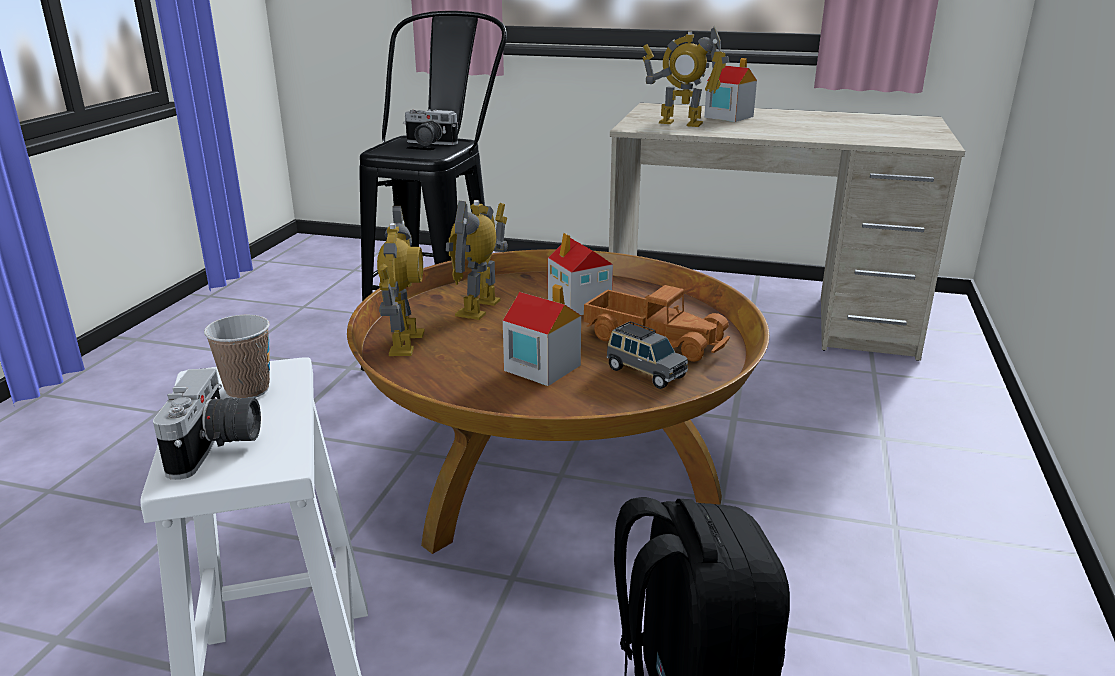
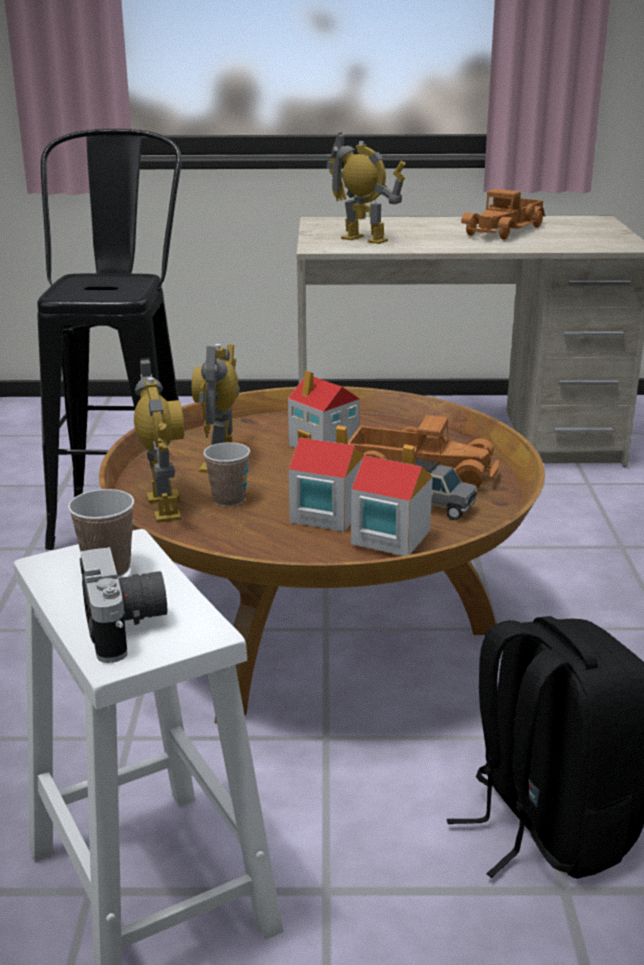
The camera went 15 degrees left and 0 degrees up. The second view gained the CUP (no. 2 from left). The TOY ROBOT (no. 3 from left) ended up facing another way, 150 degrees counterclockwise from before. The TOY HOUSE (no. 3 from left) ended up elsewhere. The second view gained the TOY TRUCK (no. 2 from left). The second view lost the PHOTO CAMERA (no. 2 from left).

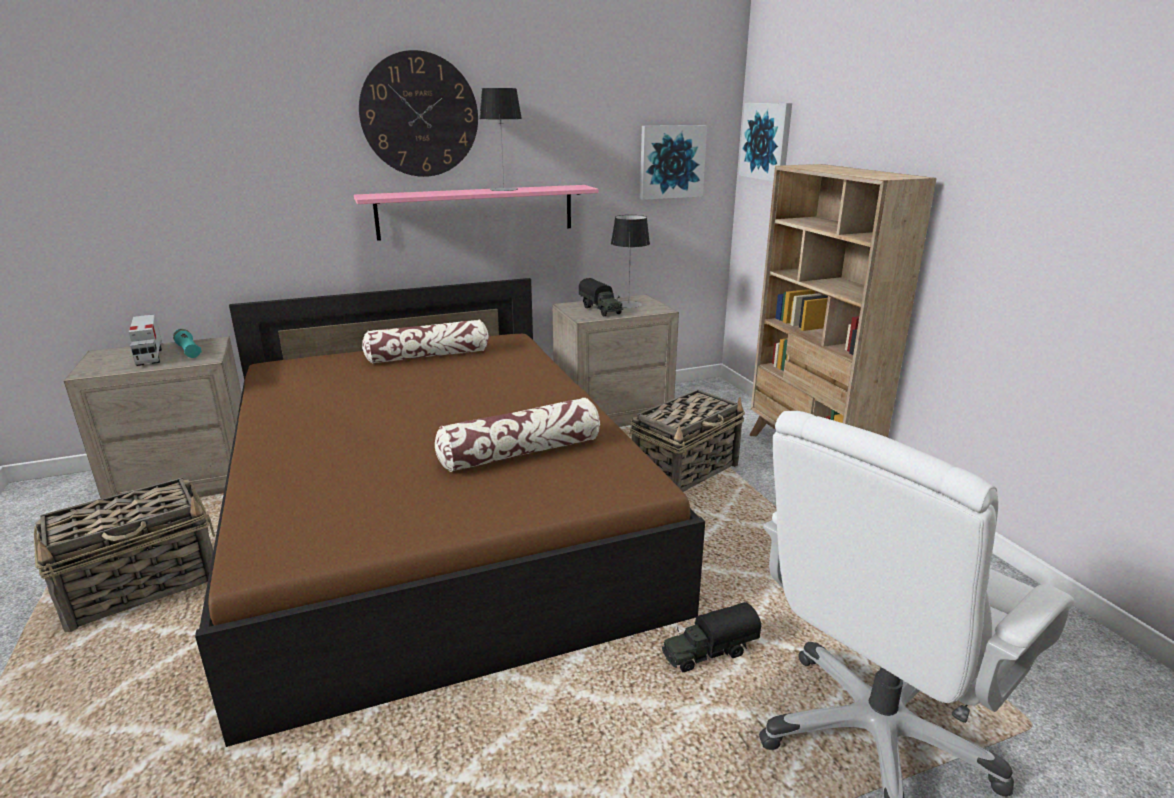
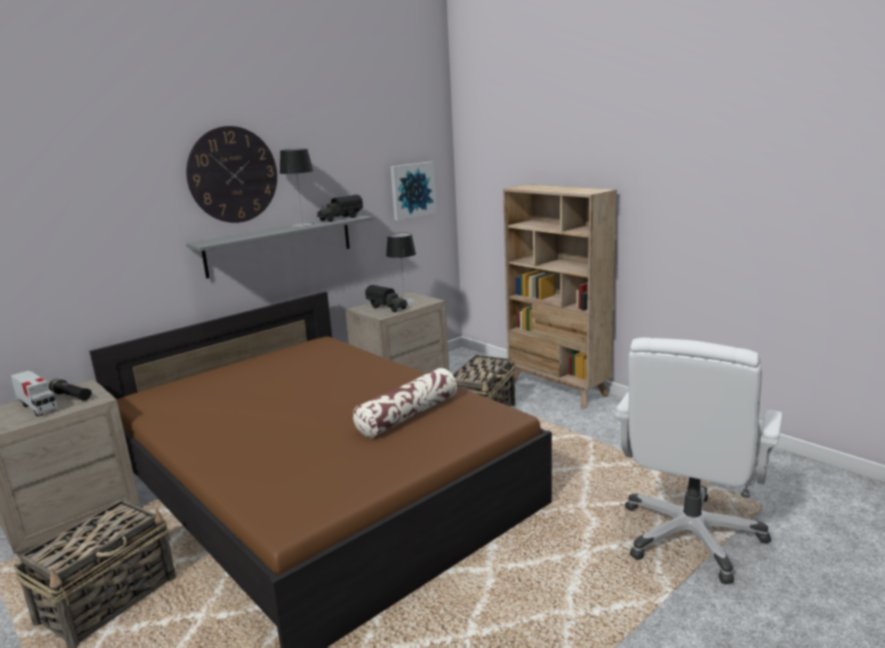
The camera went 20 degrees left and 5 degrees down. What was the TURQUOISE FLASHLIGHT turned into the BLACK FLASHLIGHT. What was the PINK SHELF turned into the GREY SHELF. The TOY TRUCK (no. 3 from left in the first image) ended up elsewhere. The second view lost the PILLOW (no. 1 from left). The second view lost the PICTURE (no. 2 from left).

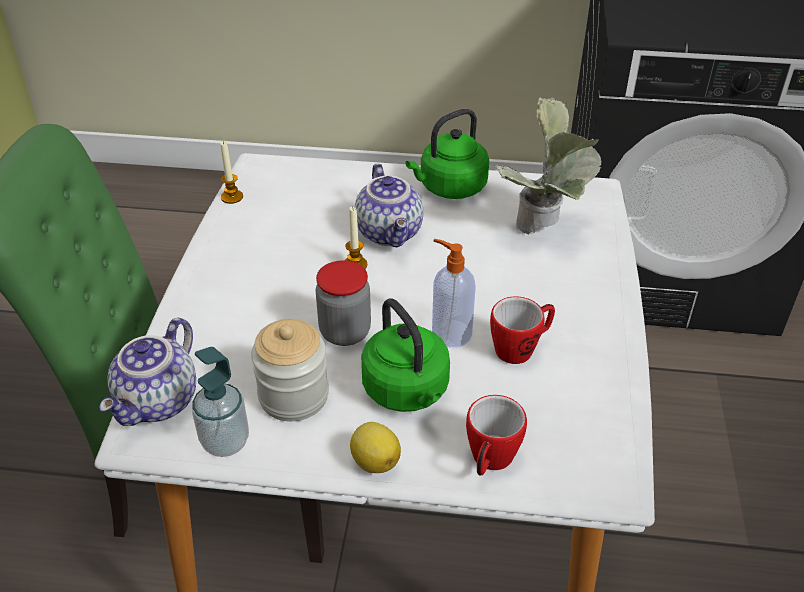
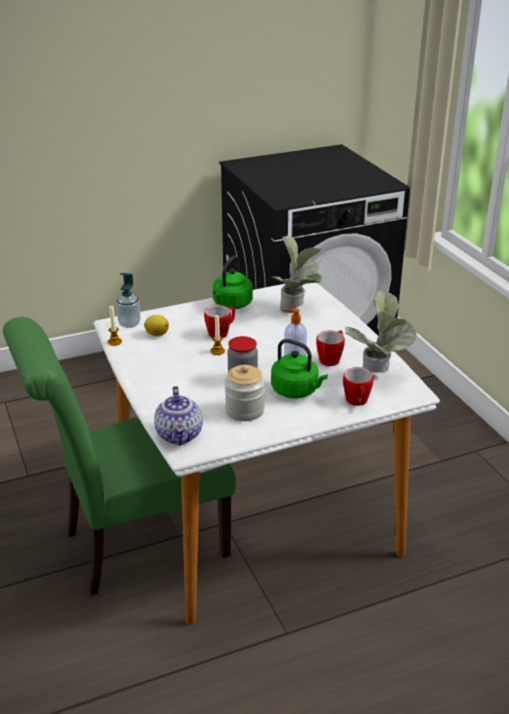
The camera went 30 degrees left and 10 degrees down. The SOAP DISPENSER (no. 1 from left) ended up elsewhere. The LEMON ended up elsewhere. Where the TEAPOT (no. 2 from left) stood, the MUG (no. 1 from left) came to stand. The second view gained the POTTED PLANT (no. 2 from left).

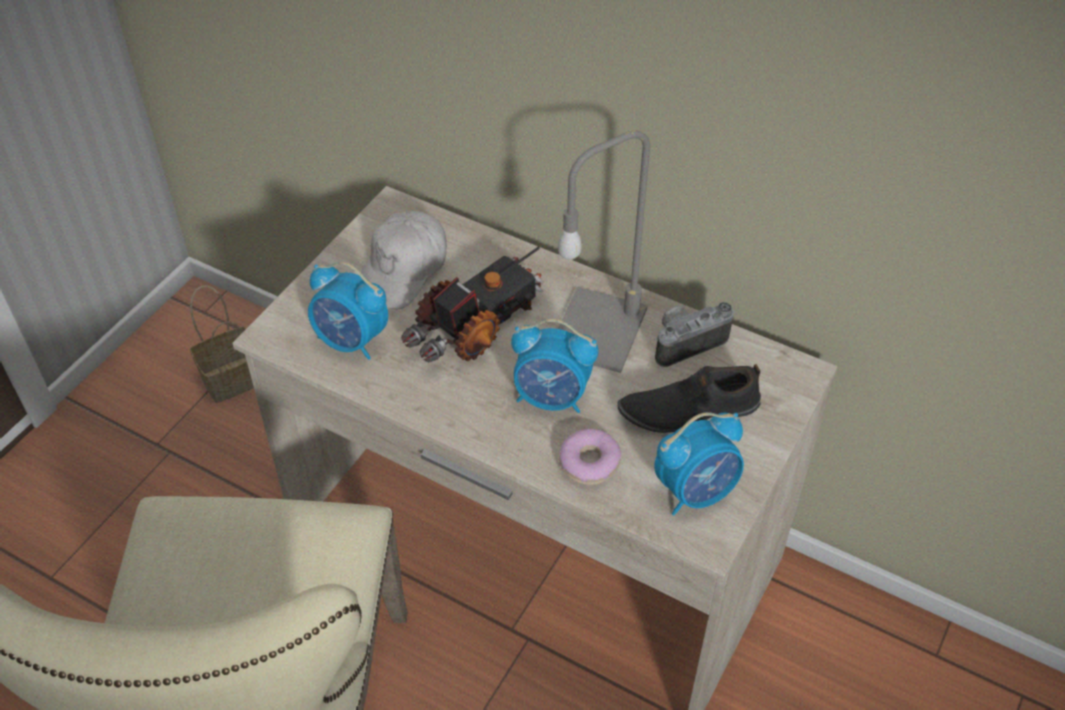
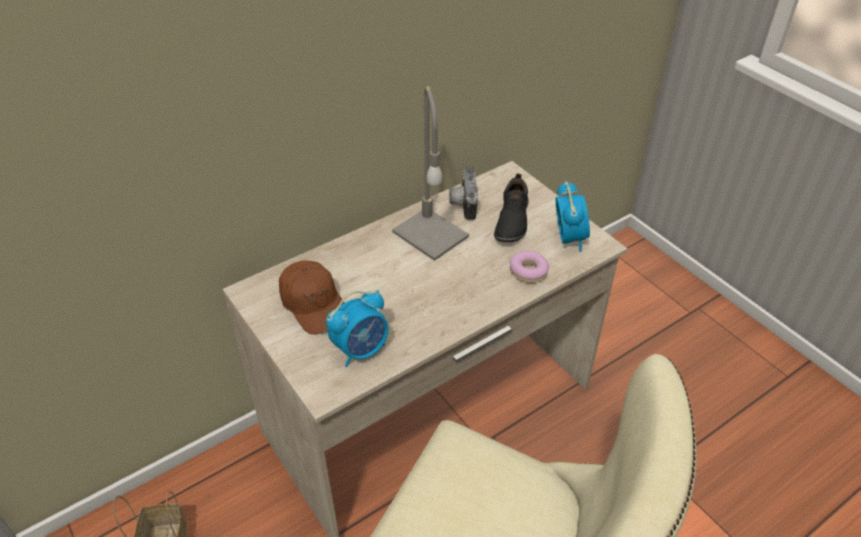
The camera went 65 degrees left and 5 degrees down. What was the WHITE CAP turned into the BROWN CAP. The second view lost the TOY TRUCK. The second view lost the ALARM CLOCK (no. 2 from left).

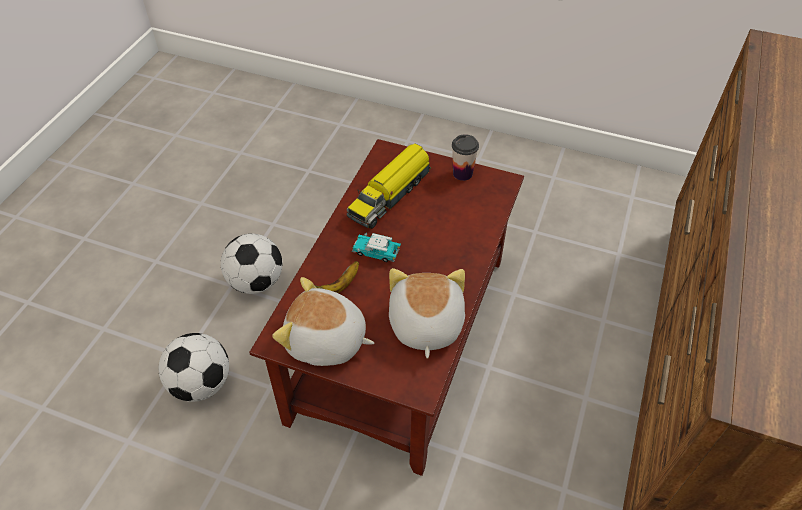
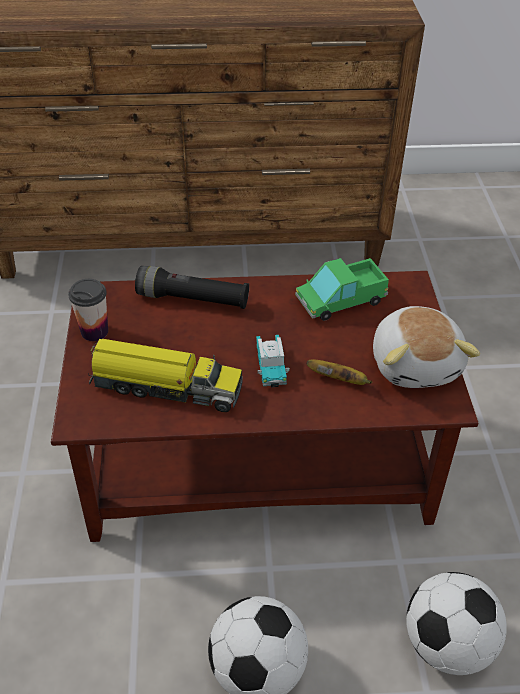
The camera went 115 degrees left and 5 degrees down. The second view gained the BLACK FLASHLIGHT. Where the PLUSH TOY (no. 2 from left) stood, the TOY TRUCK (no. 2 from left) came to stand.

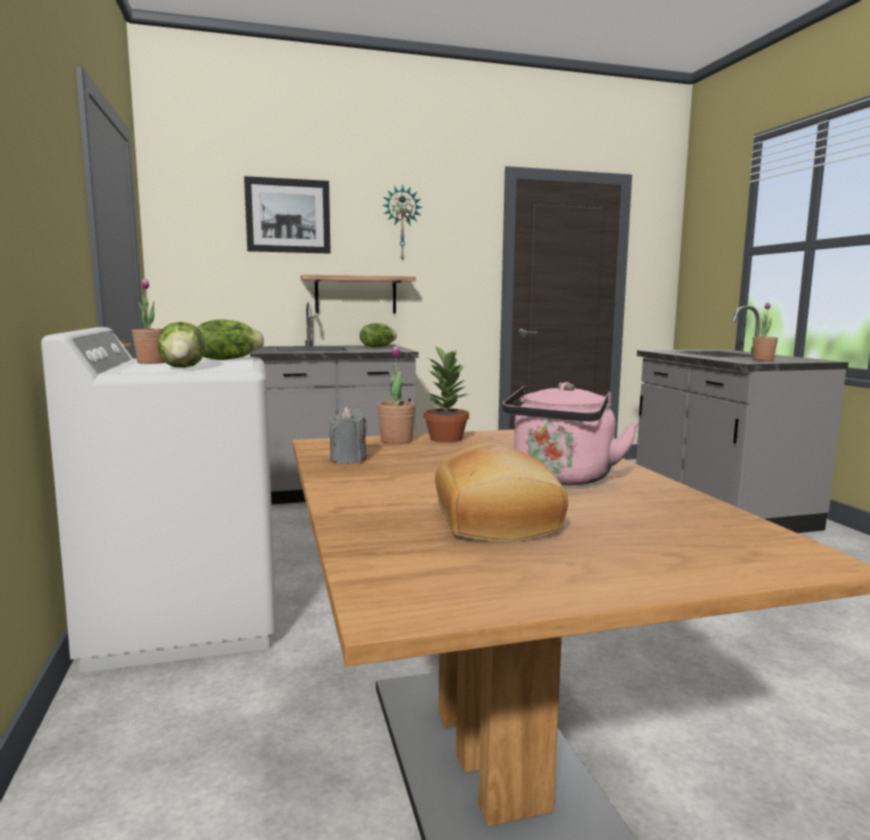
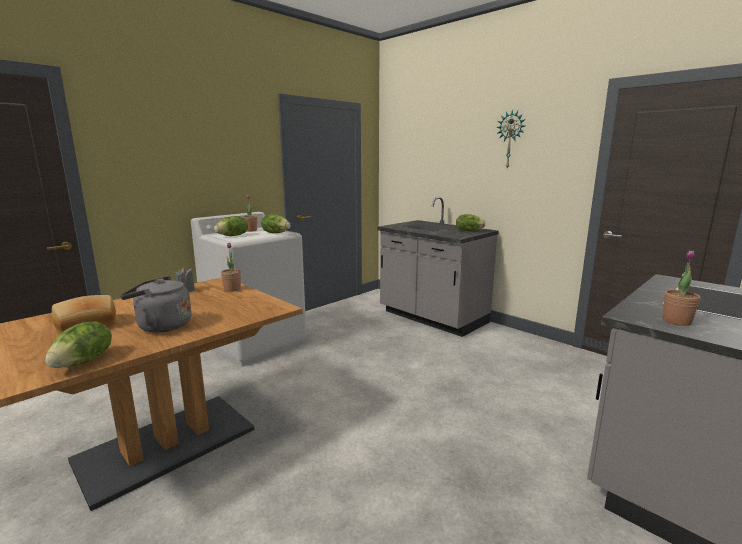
The camera went 60 degrees right and 5 degrees up. The second view gained the LETTUCE (no. 1 from left). What was the PINK KETTLE turned into the GREY KETTLE. The second view lost the PICTURE. The second view lost the SHELF. The second view lost the POTTED PLANT (no. 3 from left).

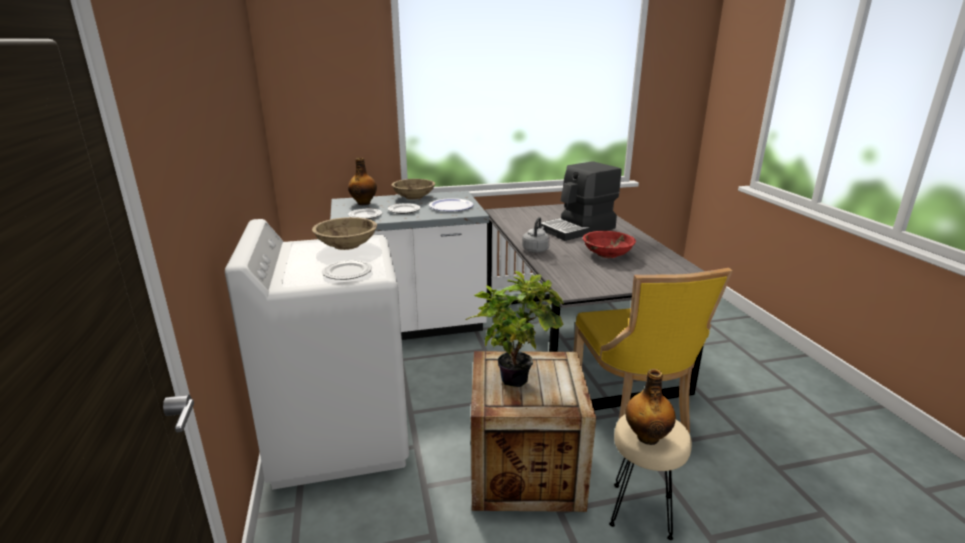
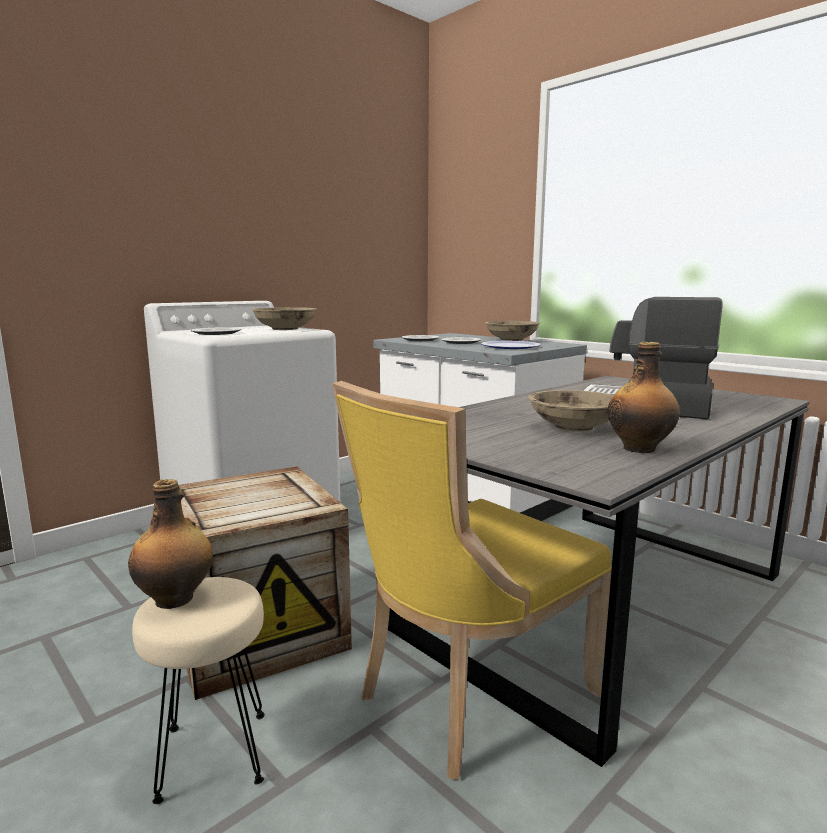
The camera went 60 degrees right and 10 degrees down. What was the RED BOWL turned into the BEIGE BOWL (no. 3 from left). The BOTTLE (no. 1 from left in the first image) ended up elsewhere. The second view lost the POTTED PLANT. The second view lost the GREY KETTLE.

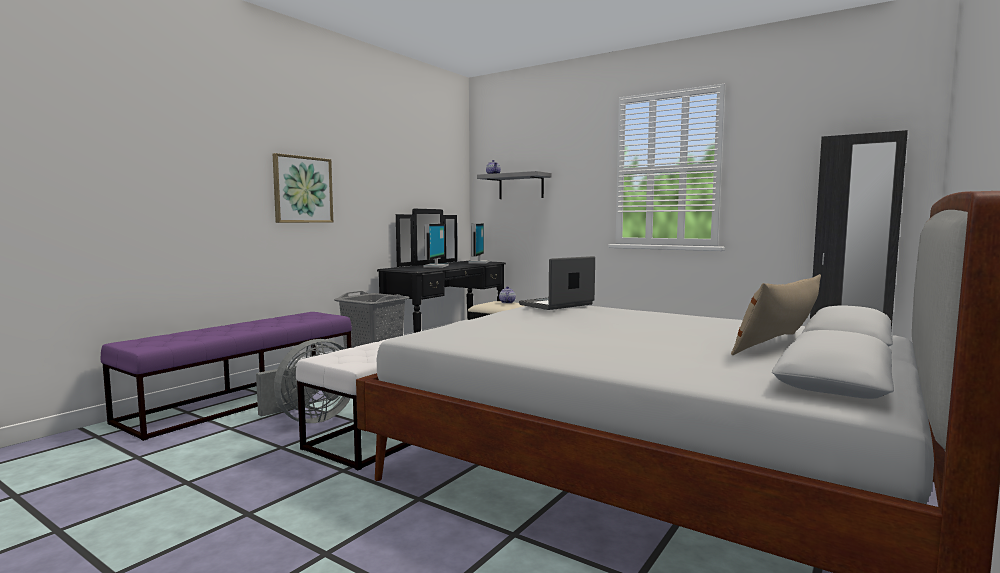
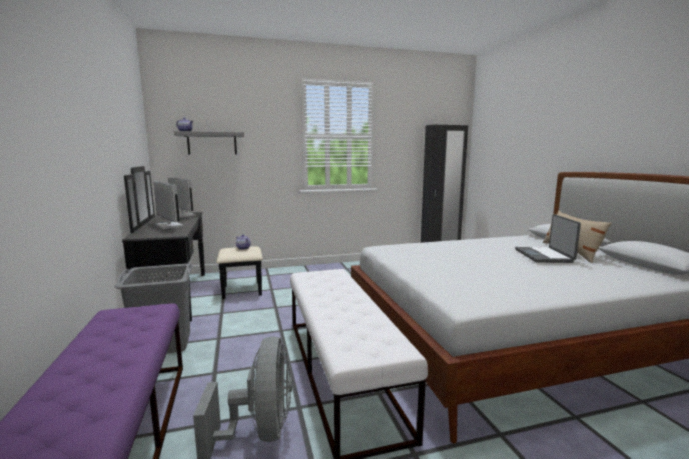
The camera went 50 degrees left and 5 degrees up. The LAPTOP ended up elsewhere. The second view lost the PICTURE.

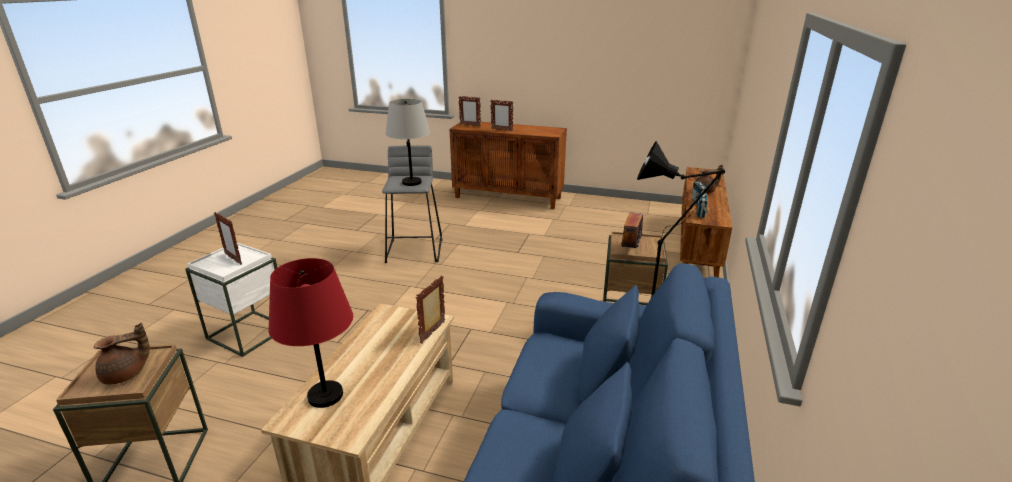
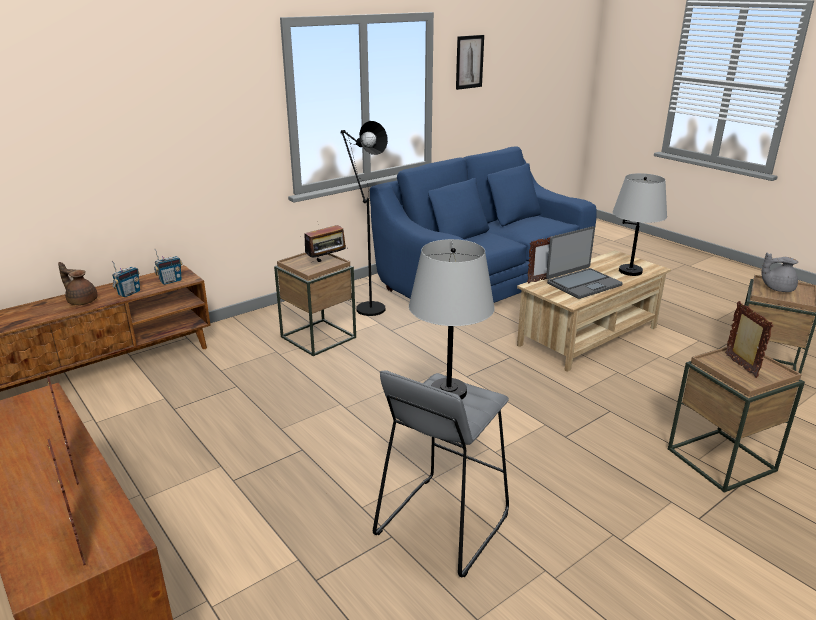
The camera went 145 degrees left and 0 degrees up. The second view gained the PICTURE. The second view gained the LAPTOP. What was the RED TABLE LAMP turned into the GREY TABLE LAMP (no. 2 from left). What was the WHITE SIDE TABLE turned into the BROWN SIDE TABLE (no. 2 from left). What was the BROWN TEAPOT (no. 1 from left) turned into the GREY TEAPOT.

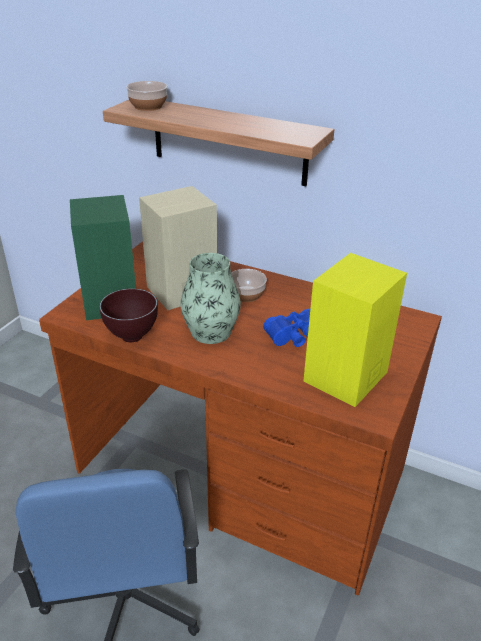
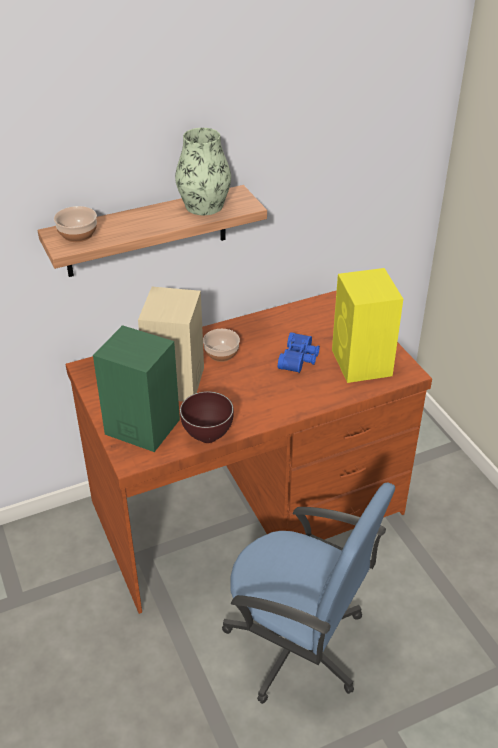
The camera went 50 degrees left and 5 degrees up. The VASE ended up elsewhere.

